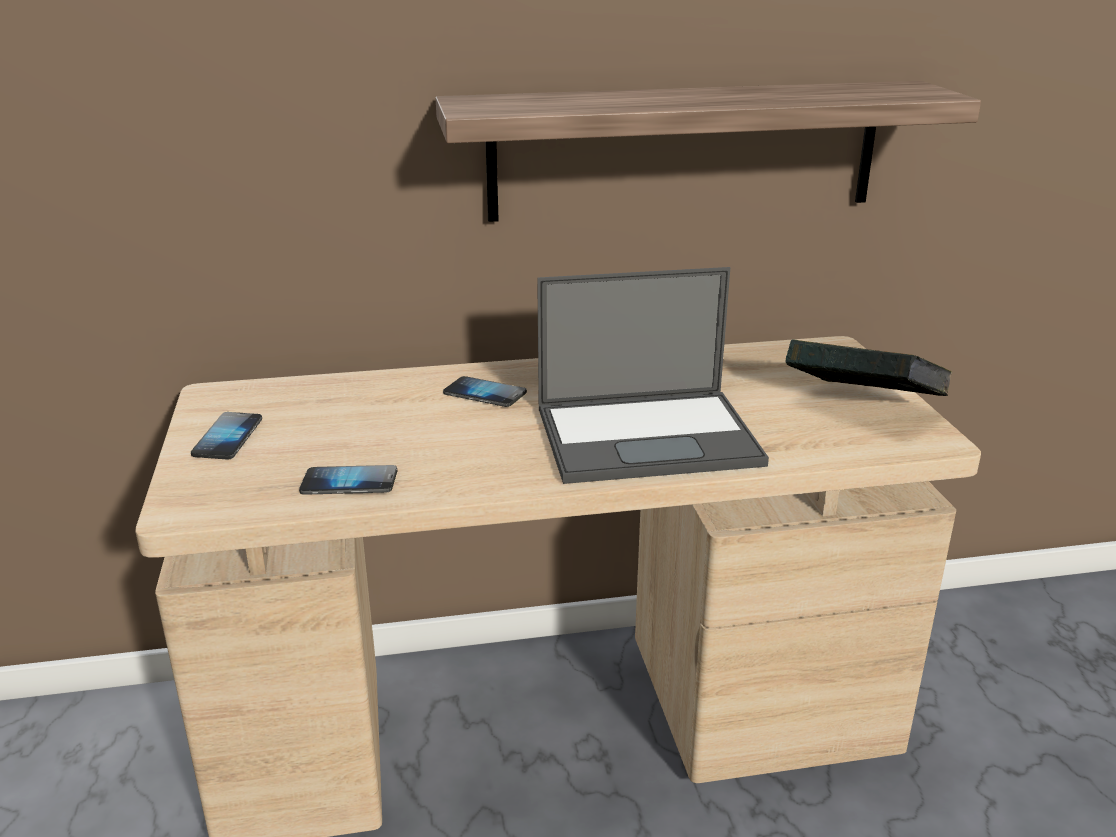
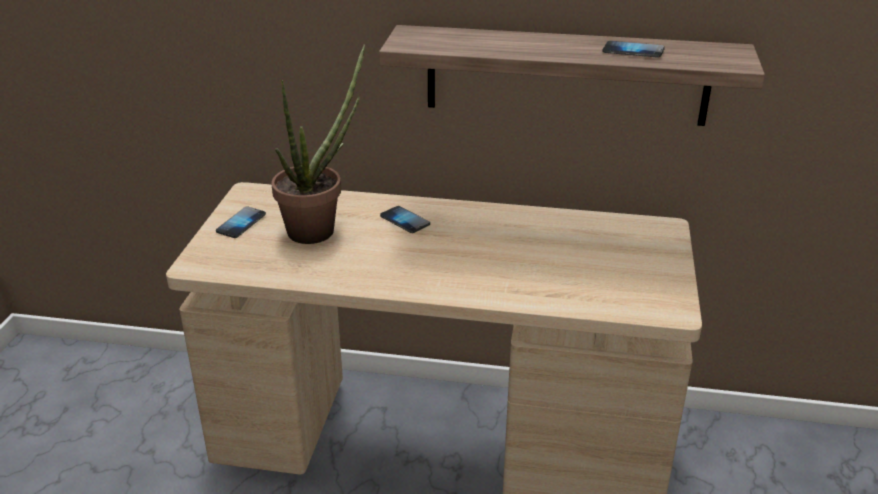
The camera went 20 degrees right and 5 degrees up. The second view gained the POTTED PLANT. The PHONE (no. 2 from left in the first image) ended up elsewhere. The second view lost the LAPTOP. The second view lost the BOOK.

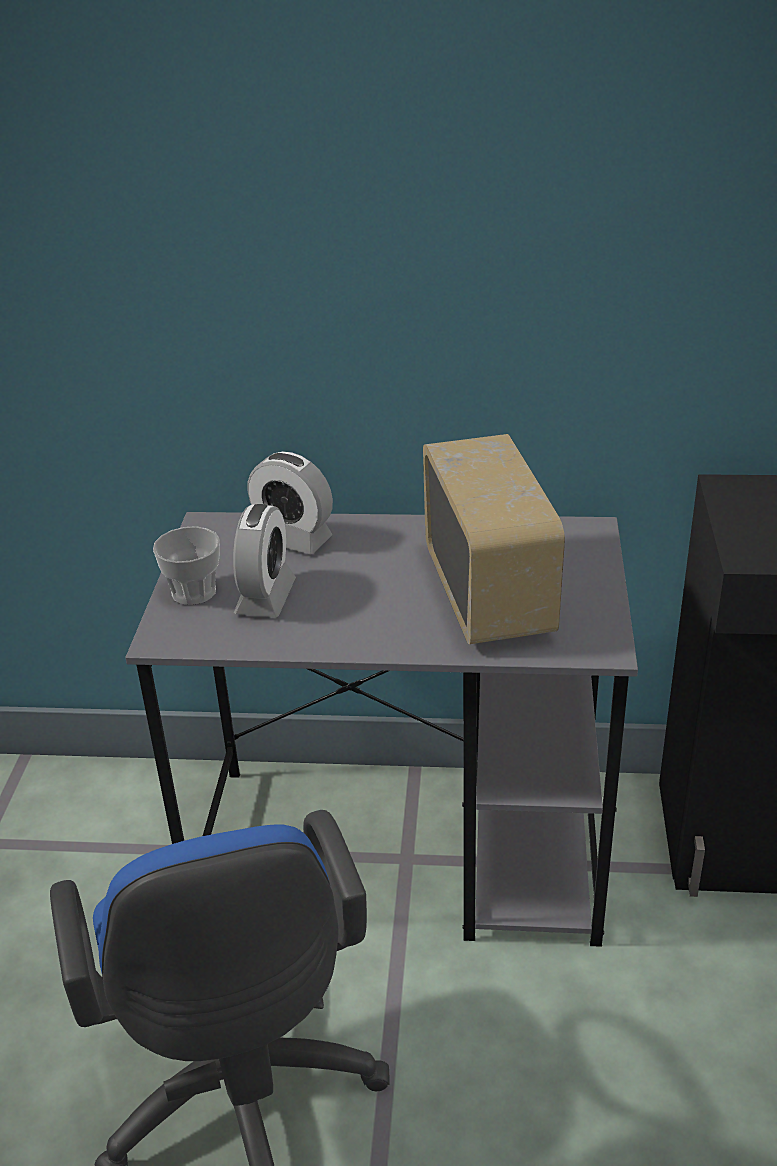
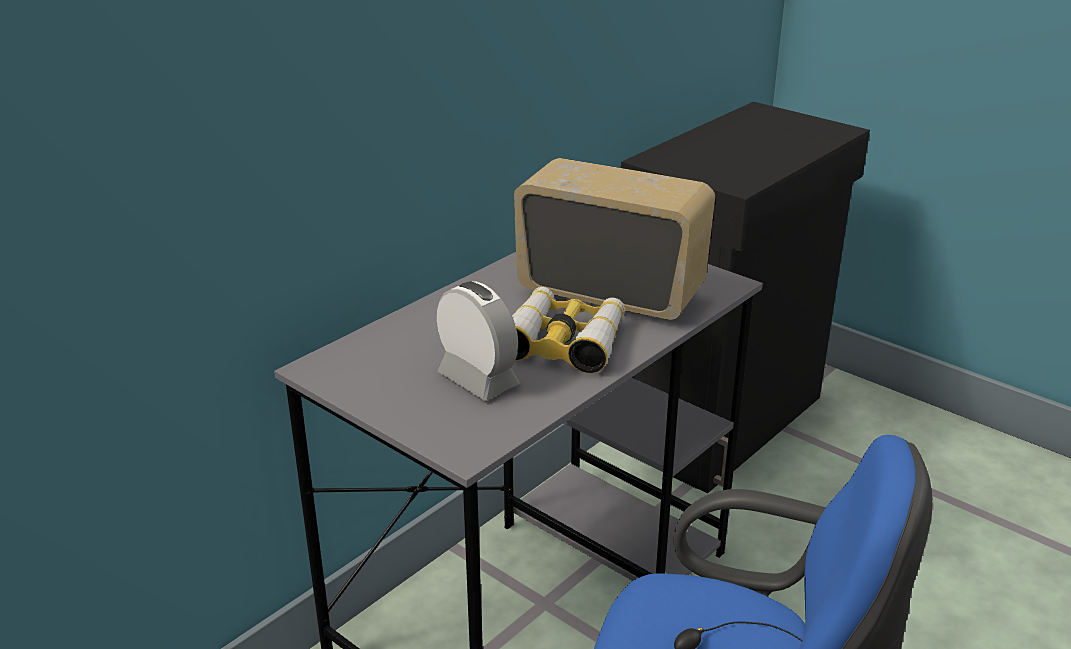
The camera went 55 degrees left and 5 degrees down. The second view gained the BINOCULARS. The second view lost the CUP. The second view lost the ALARM CLOCK (no. 2 from left).

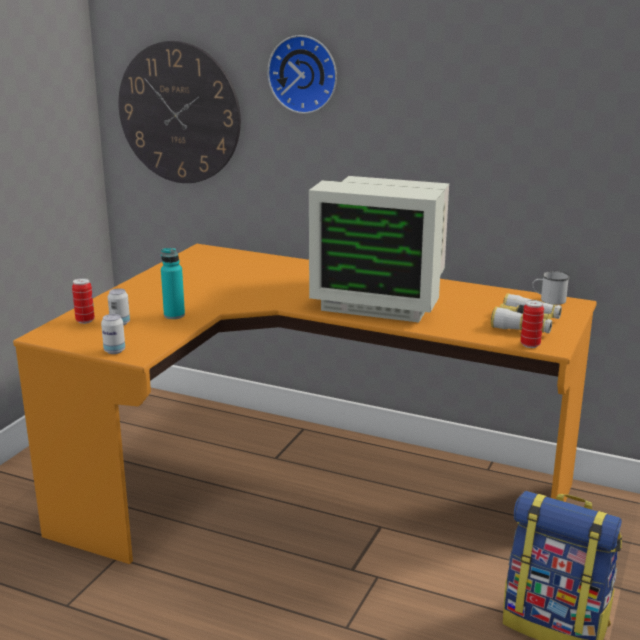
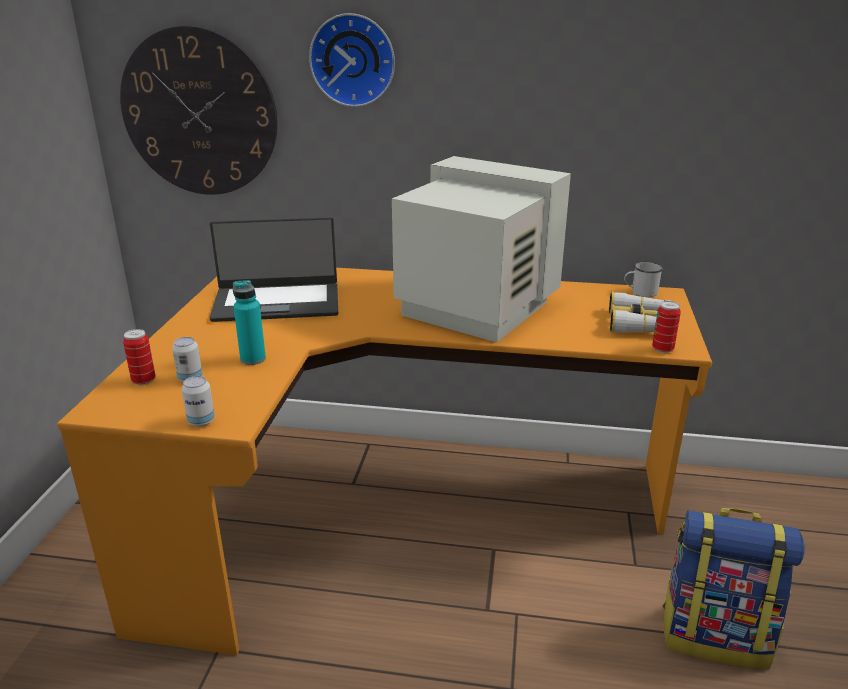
The camera went 15 degrees left and 5 degrees up. The second view gained the LAPTOP. The MONITOR ended up facing another way, 150 degrees counterclockwise from before.

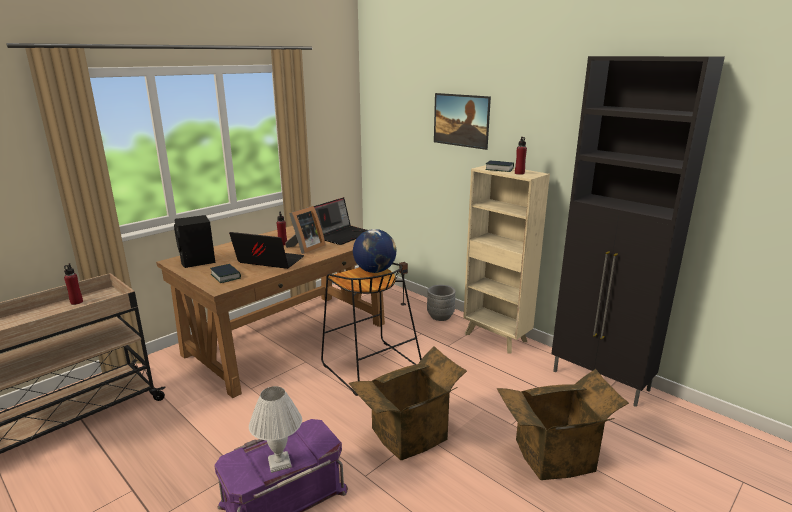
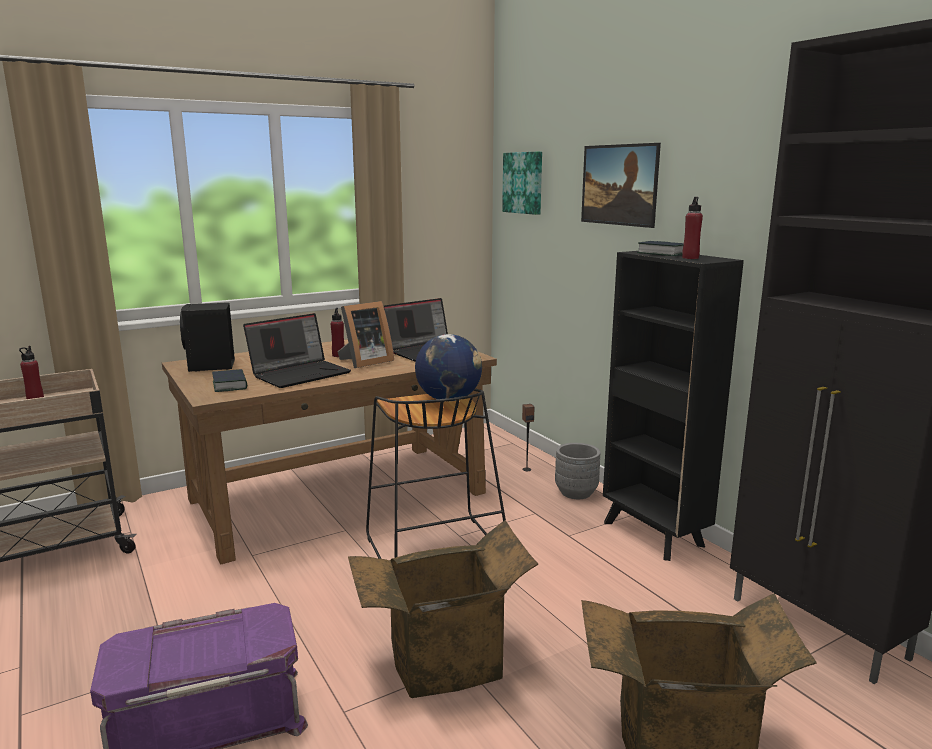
The camera went 15 degrees right and 5 degrees down. The LAPTOP (no. 1 from left) ended up facing another way, 105 degrees clockwise from before. The second view gained the PICTURE (no. 1 from left). What was the BEIGE BOOKCASE turned into the BLACK BOOKCASE. The second view lost the WHITE TABLE LAMP.

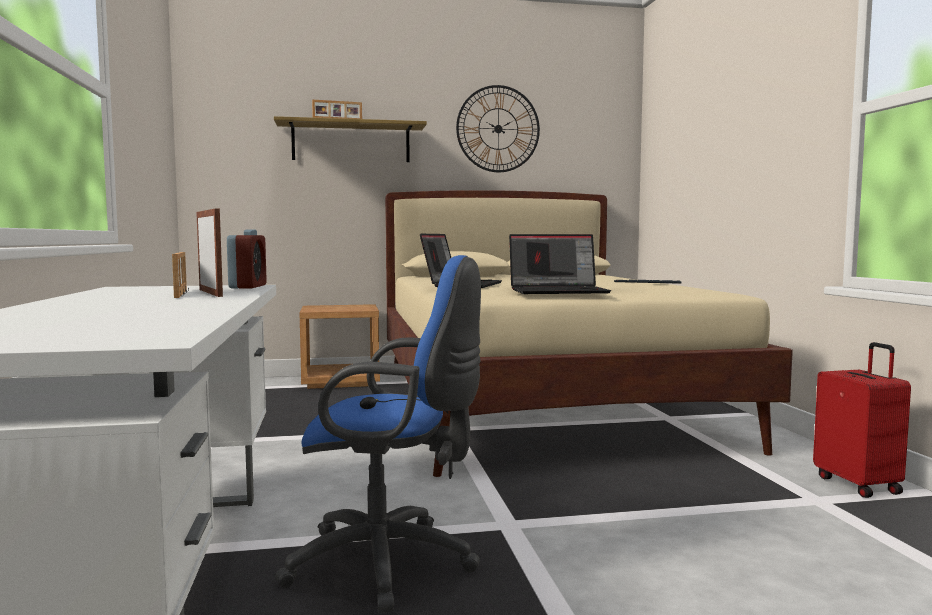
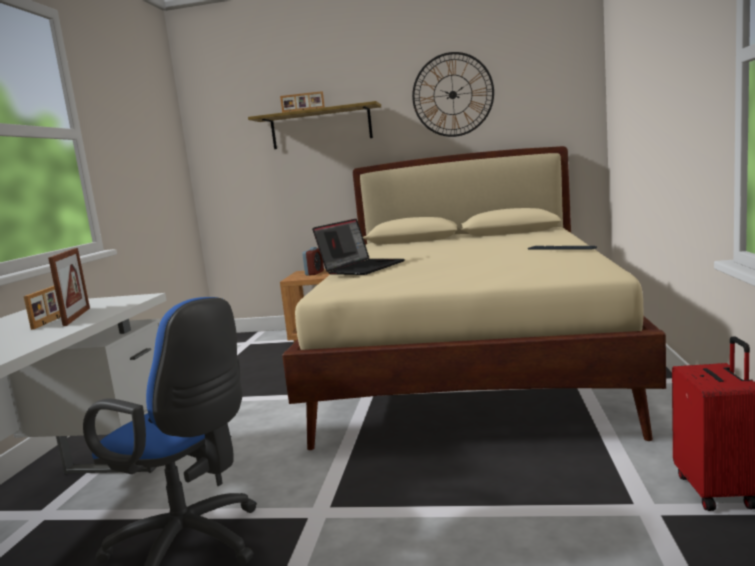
The camera went 20 degrees right and 5 degrees up. The ALARM CLOCK ended up elsewhere. The second view lost the LAPTOP (no. 2 from left).

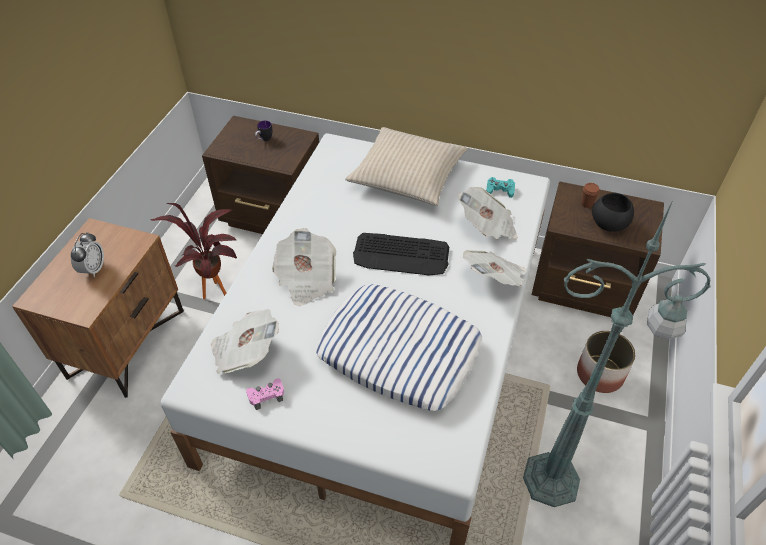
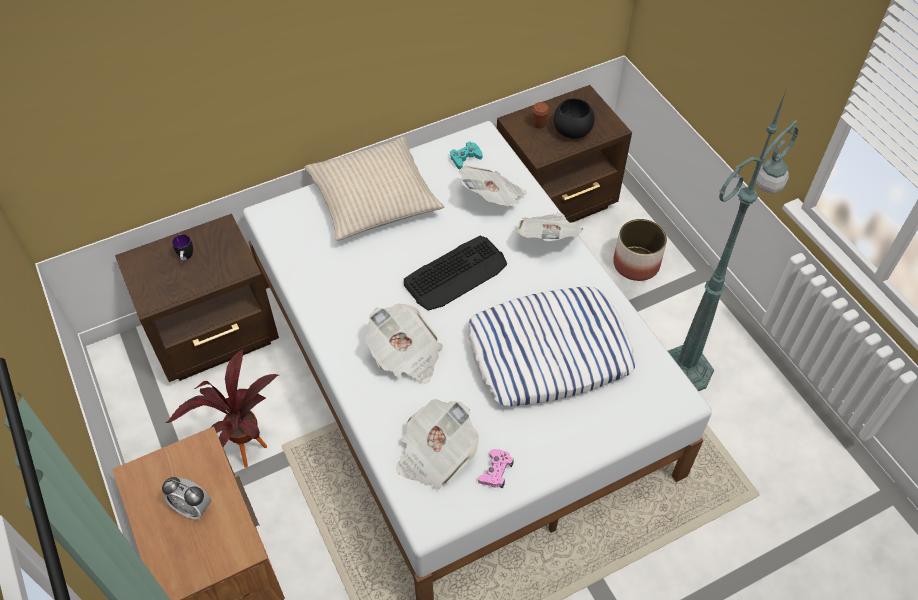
The camera went 45 degrees left and 5 degrees up. The ALARM CLOCK ended up facing another way, 150 degrees clockwise from before.

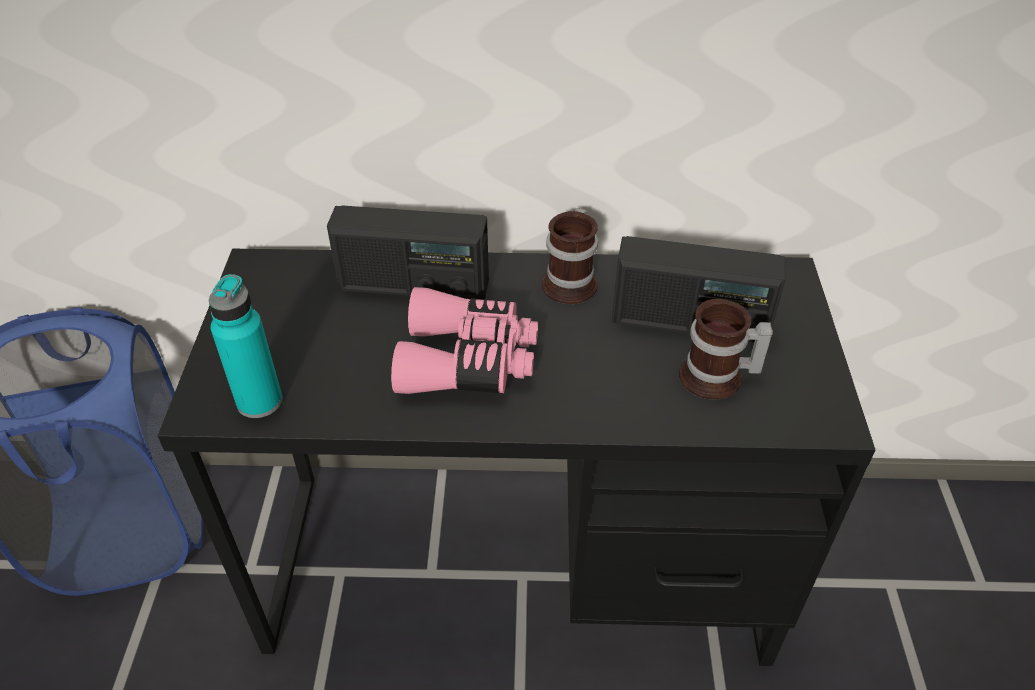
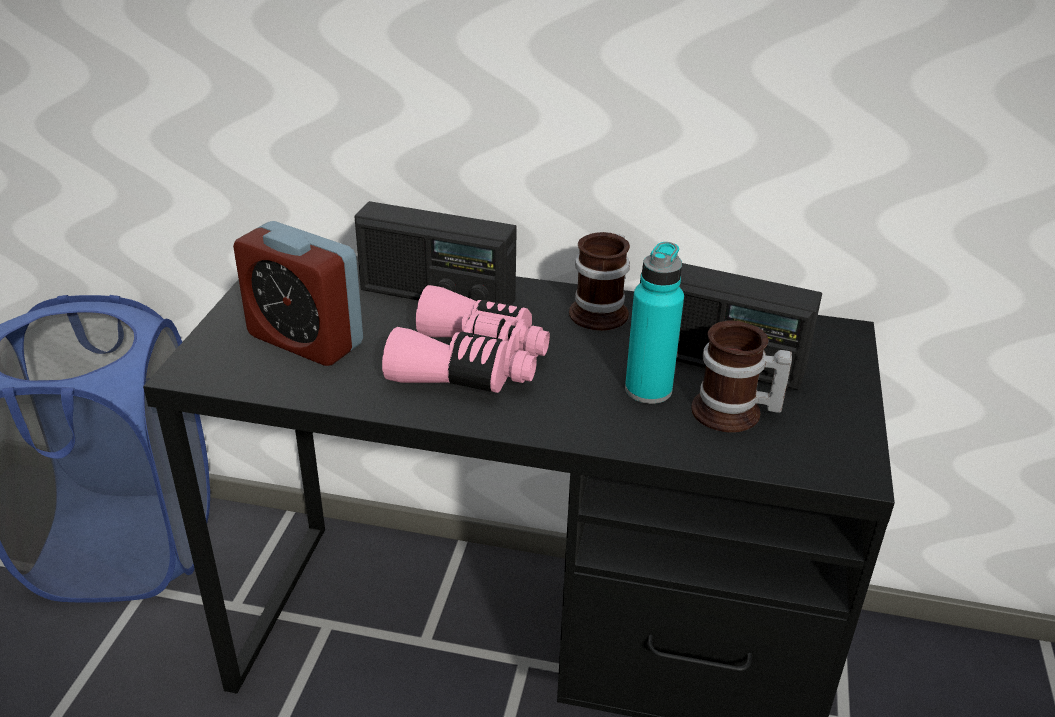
The camera went 10 degrees right and 10 degrees down. The second view gained the ALARM CLOCK. The TURQUOISE BOTTLE ended up elsewhere.

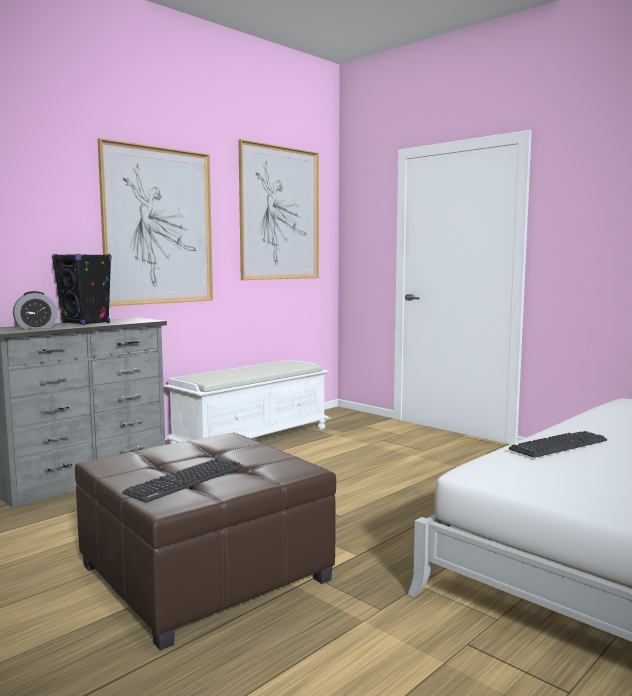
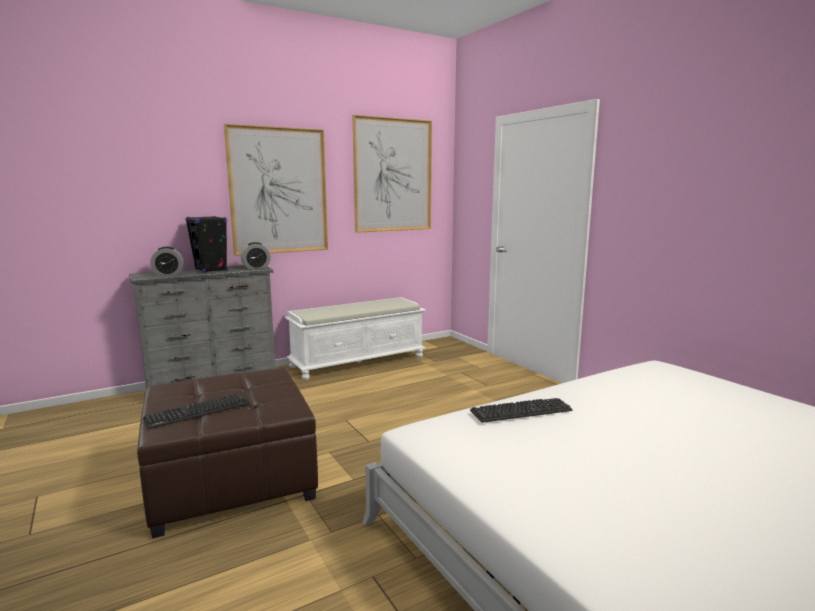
The camera went 15 degrees right and 5 degrees up. The second view gained the ALARM CLOCK (no. 2 from left).

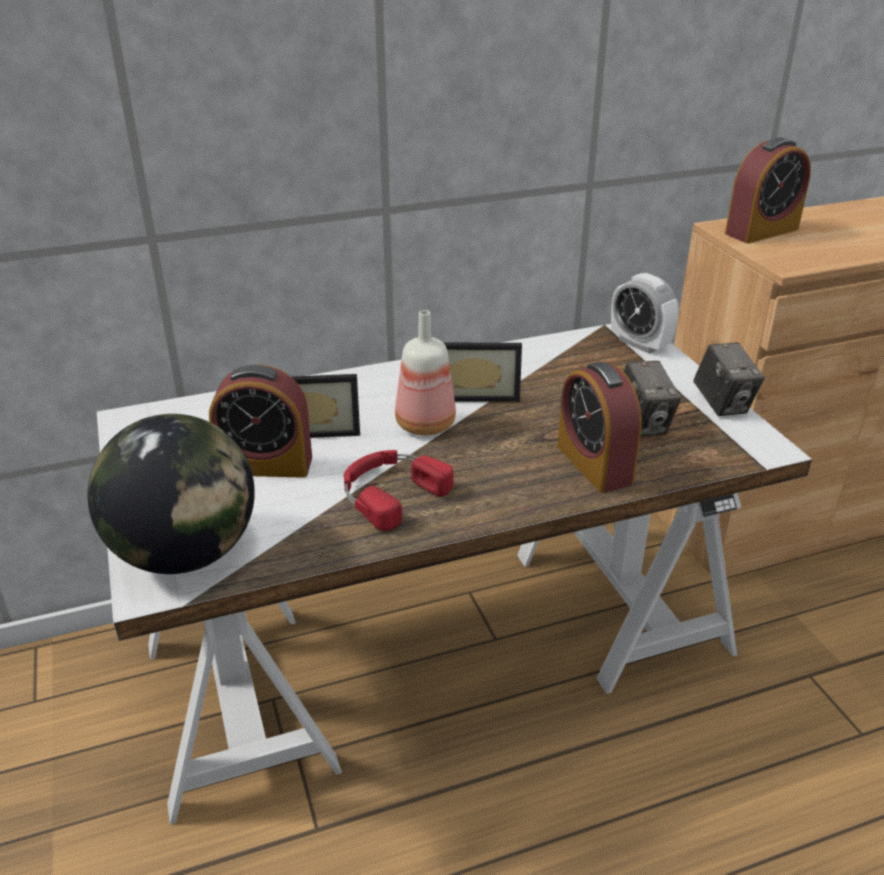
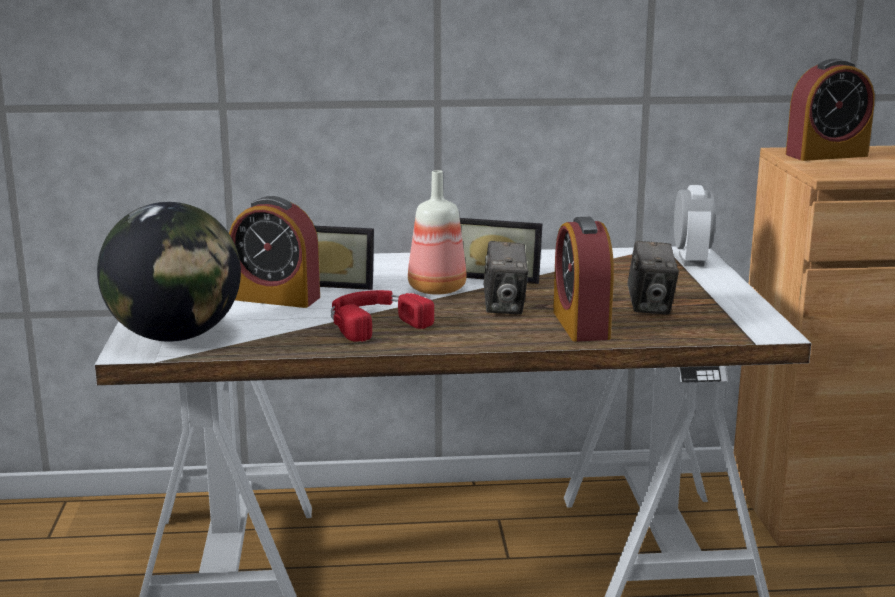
The camera went 15 degrees right and 15 degrees down. The PHOTO CAMERA (no. 2 from left in the first image) ended up elsewhere. The ALARM CLOCK (no. 3 from left) ended up facing another way, 150 degrees counterclockwise from before.

